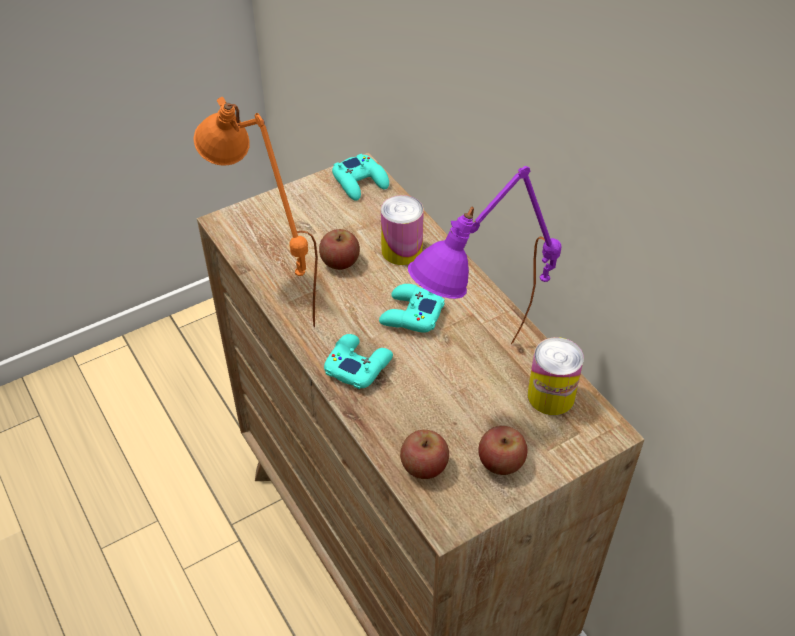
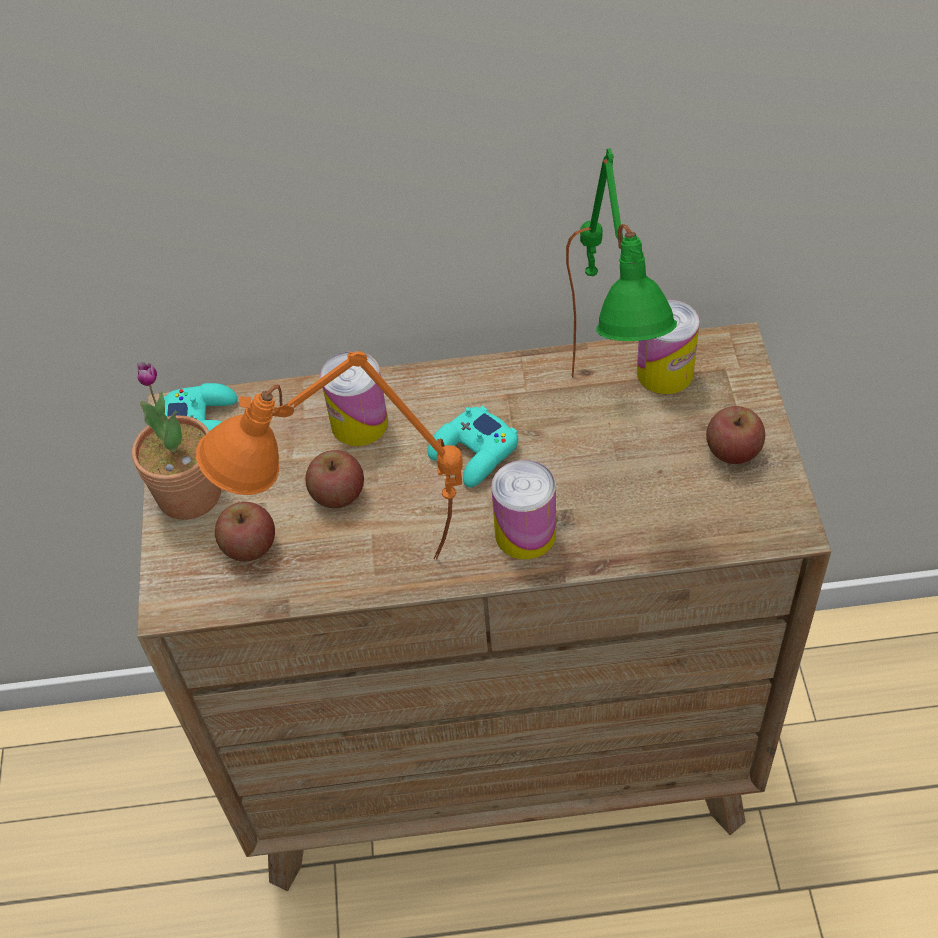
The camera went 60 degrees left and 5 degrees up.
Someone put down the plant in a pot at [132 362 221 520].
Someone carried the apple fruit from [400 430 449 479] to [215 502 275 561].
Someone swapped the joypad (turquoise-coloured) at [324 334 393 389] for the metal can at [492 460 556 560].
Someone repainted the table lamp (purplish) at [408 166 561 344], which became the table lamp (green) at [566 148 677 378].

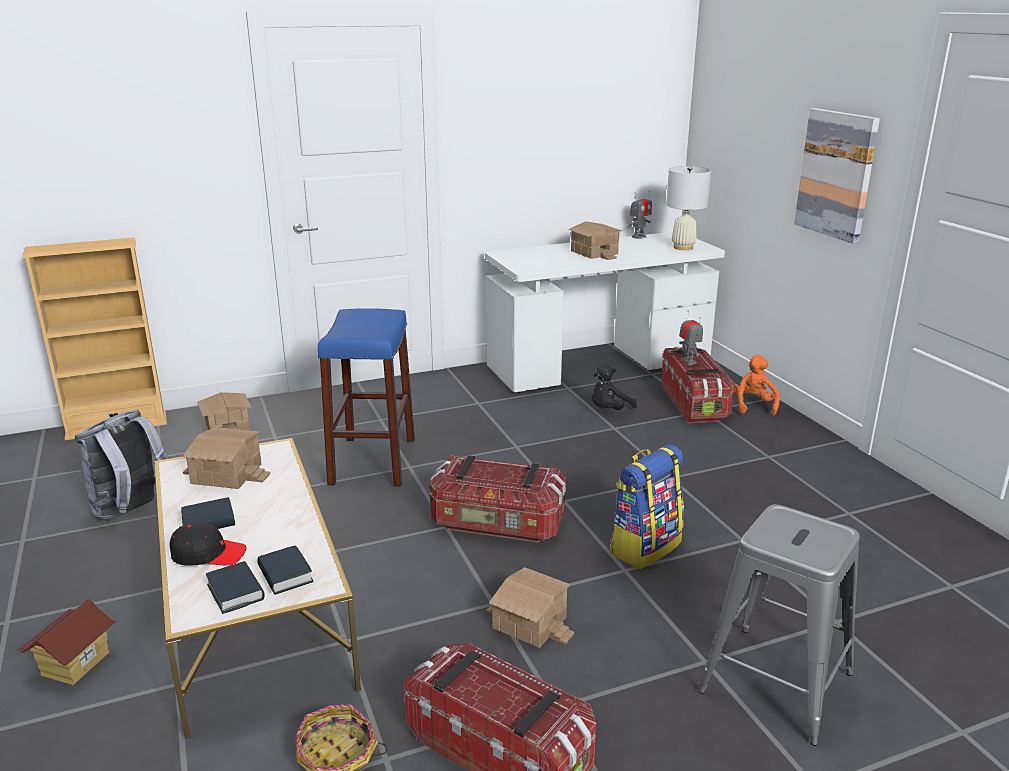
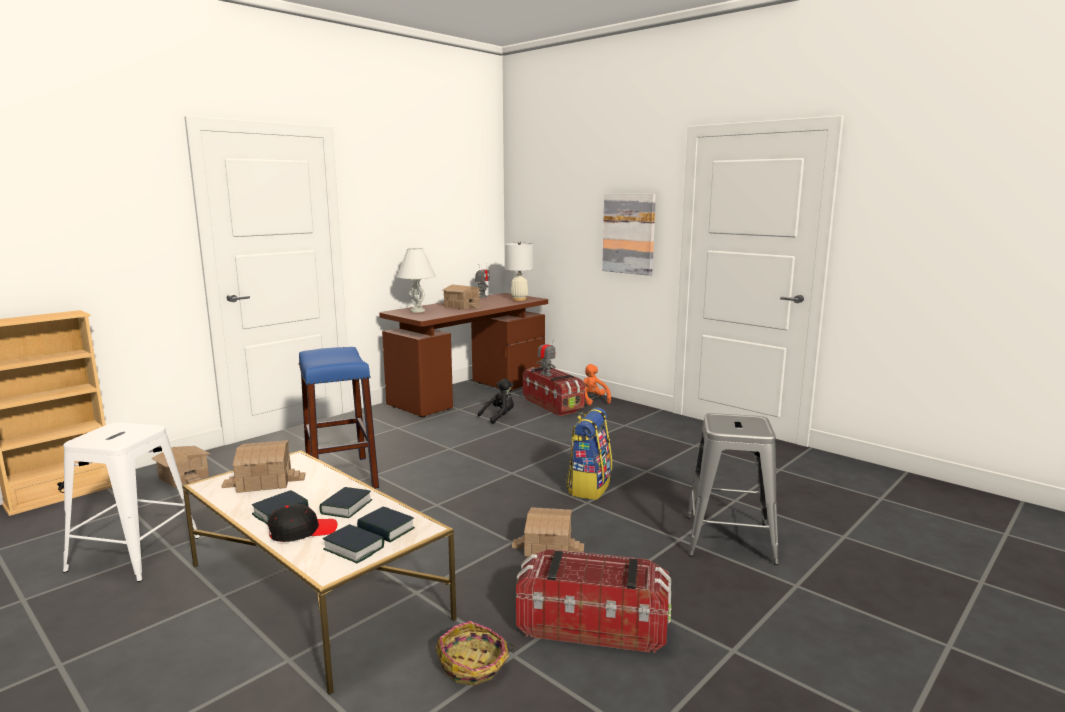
The camera went 25 degrees left and 10 degrees down.
Someone took away the model house at [18 599 117 685].
Someone took away the storage container at [429 455 566 542].
Someone put down the bound book at [319 487 372 518].
Someone put down the table lamp (whitish) at [396 247 436 313].
Someone swapped the knapsack (grey) at [75 409 168 521] for the stool (whitish) at [63 423 200 582].
Someone repainted the desk table (whitish) at [485 232 725 393], which became the desk table (brown-coloured) at [379 293 548 417].
Someone rotated the soft toy (blackish) at [592 364 637 410] by 150 degrees counterclockwise.

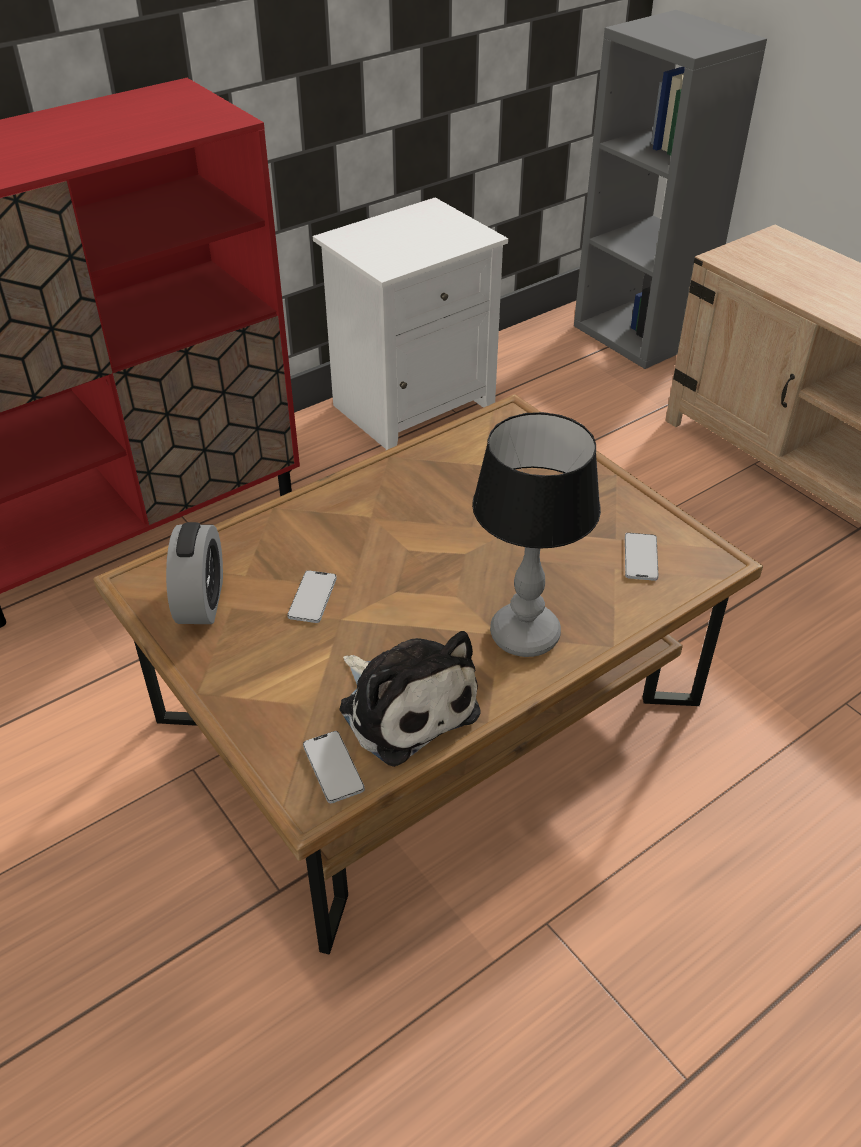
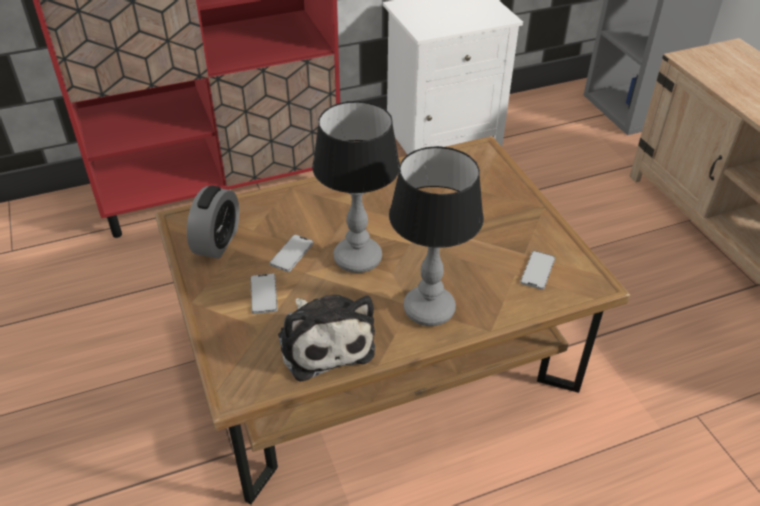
The camera went 15 degrees right and 0 degrees up.
Someone put down the table lamp at [312 101 400 273].
Someone carried the telephone from [303 731 365 803] to [250 274 278 314].

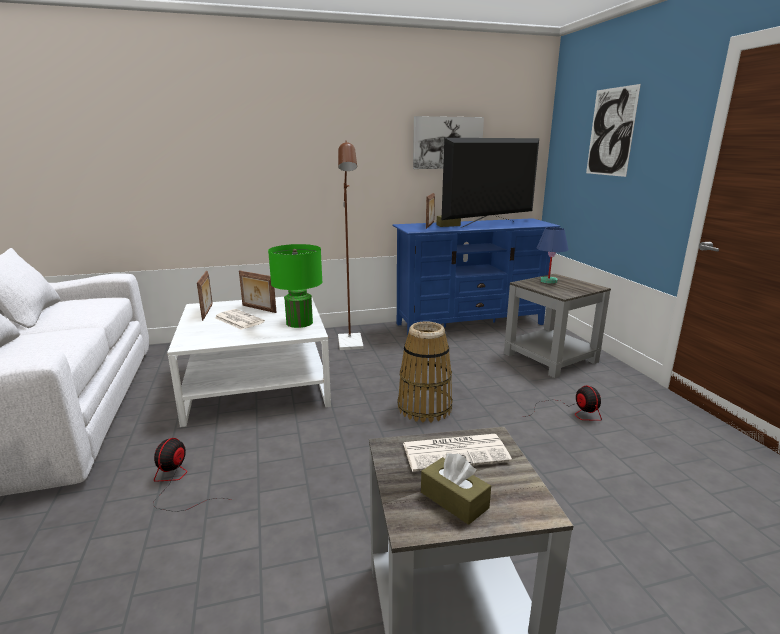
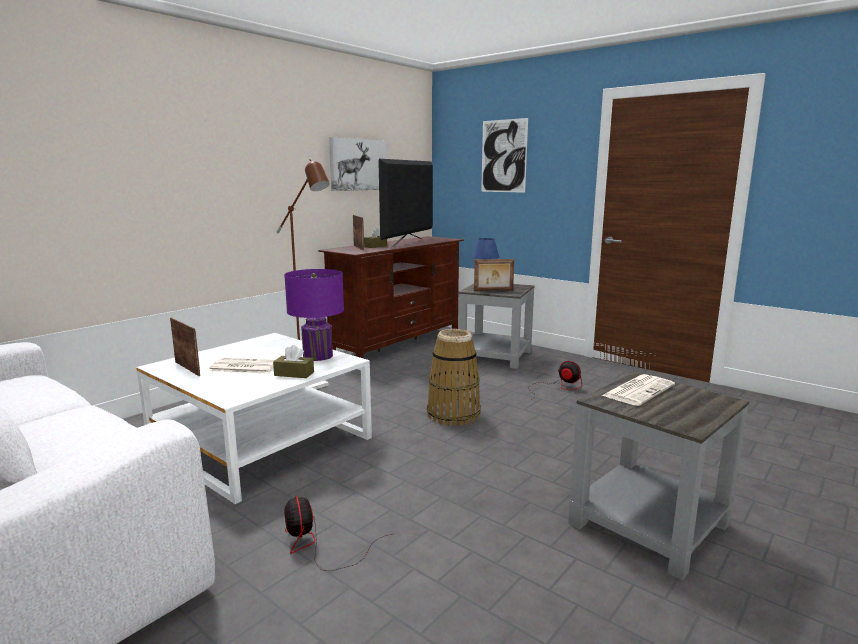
The camera went 35 degrees left and 5 degrees down.
Someone carried the picture frame from [239 270 277 313] to [474 259 514 291].
Someone carried the tissue box (brown-coloured) from [421 453 491 525] to [273 345 314 378].
Someone repainted the table lamp (green) at [268 244 323 328], which became the table lamp (purplish) at [284 269 344 361].
Someone repainted the tv stand (bluish) at [392 218 561 336], which became the tv stand (brown-coloured) at [318 236 464 358].

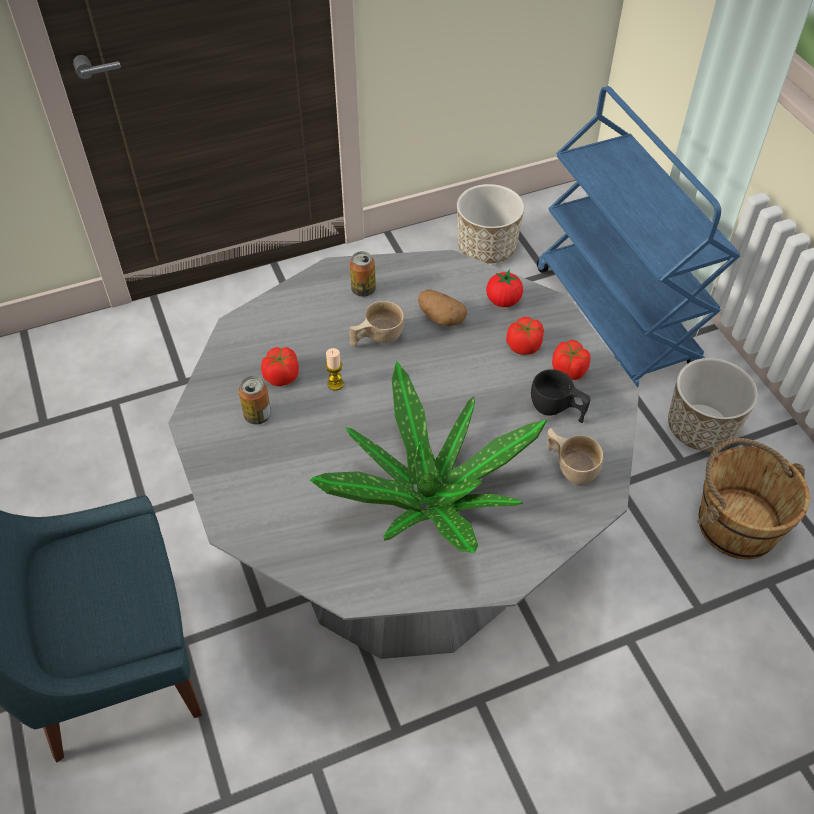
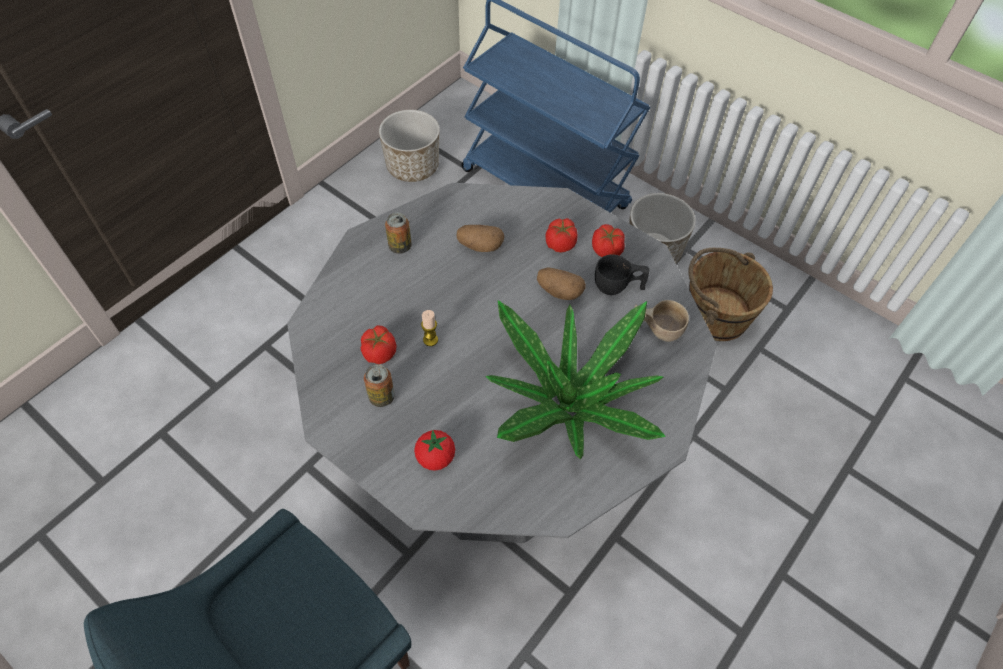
The camera went 30 degrees left and 5 degrees up.
Someone took away the cup (beige) at [349 301 404 347].
Someone put down the whole potato at [537 267 586 300].
Someone carried the tomato from [486 269 523 307] to [414 430 455 471].

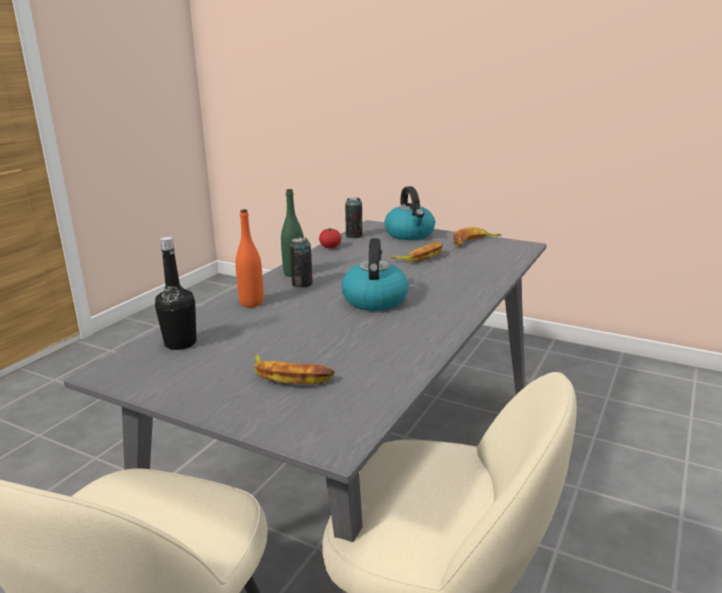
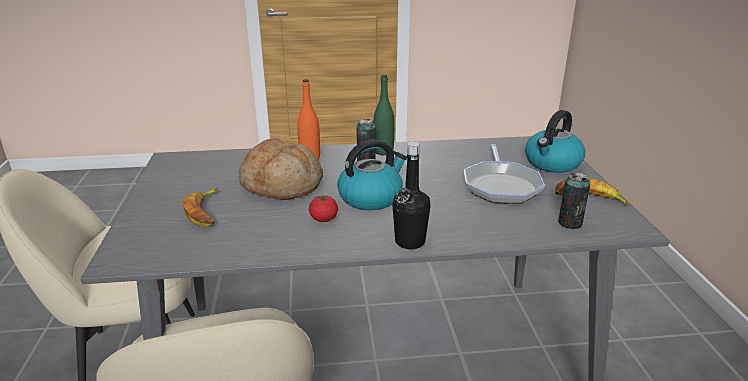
The camera went 55 degrees right and 5 degrees up.
Someone put down the baked bread at [239 138 323 200].
Someone carried the bottle (blackish) from [155 237 196 350] to [392 142 431 249].
Someone carried the tomato from [319 228 341 248] to [309 196 338 222].
Someone carried the metal can from [345 197 363 238] to [558 172 590 229].
Someone swapped the banana fruit at [390 242 443 262] for the pan at [464 144 545 204].

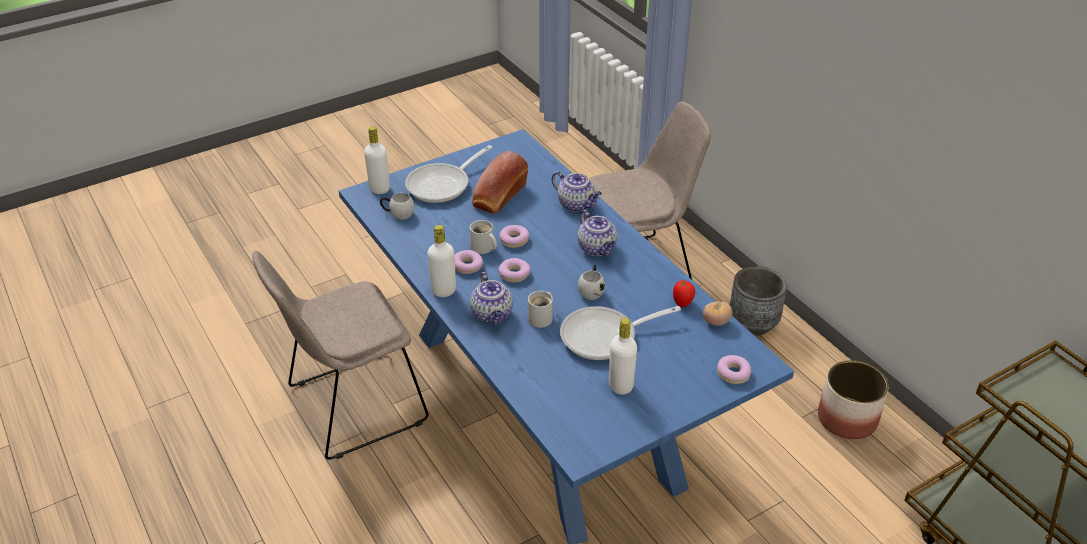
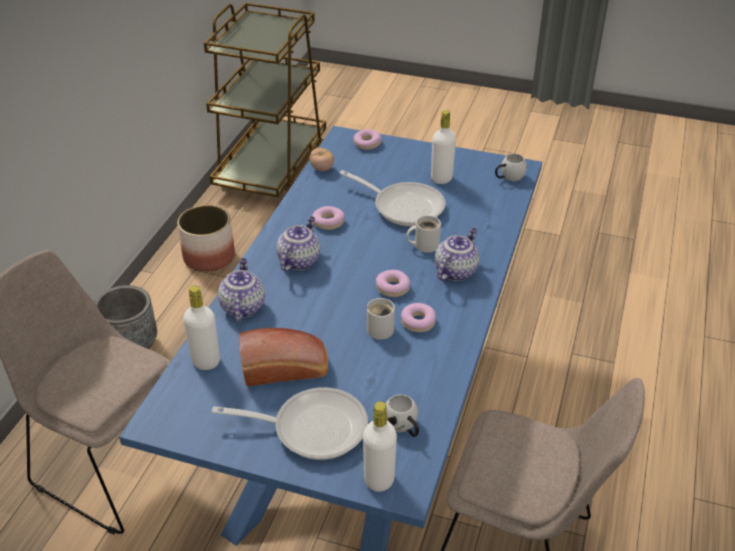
The camera went 130 degrees left and 0 degrees up.
Someone took away the tomato at [673 280 695 307].
Someone carried the bottle (whitish) from [427 225 456 297] to [183 286 220 370].
Someone carried the doughnut from [499 225 529 248] to [312 206 345 230].
Someone carried the coffee mug (whitish) from [578 265 605 300] to [495 154 527 181].

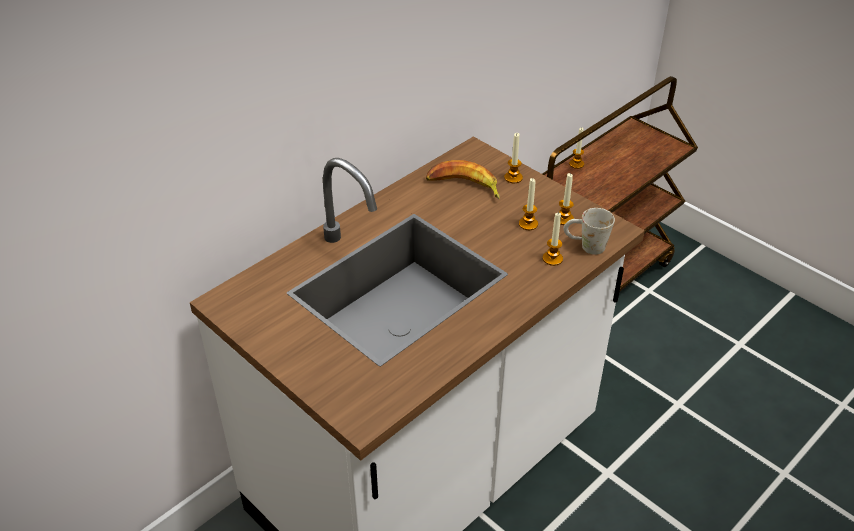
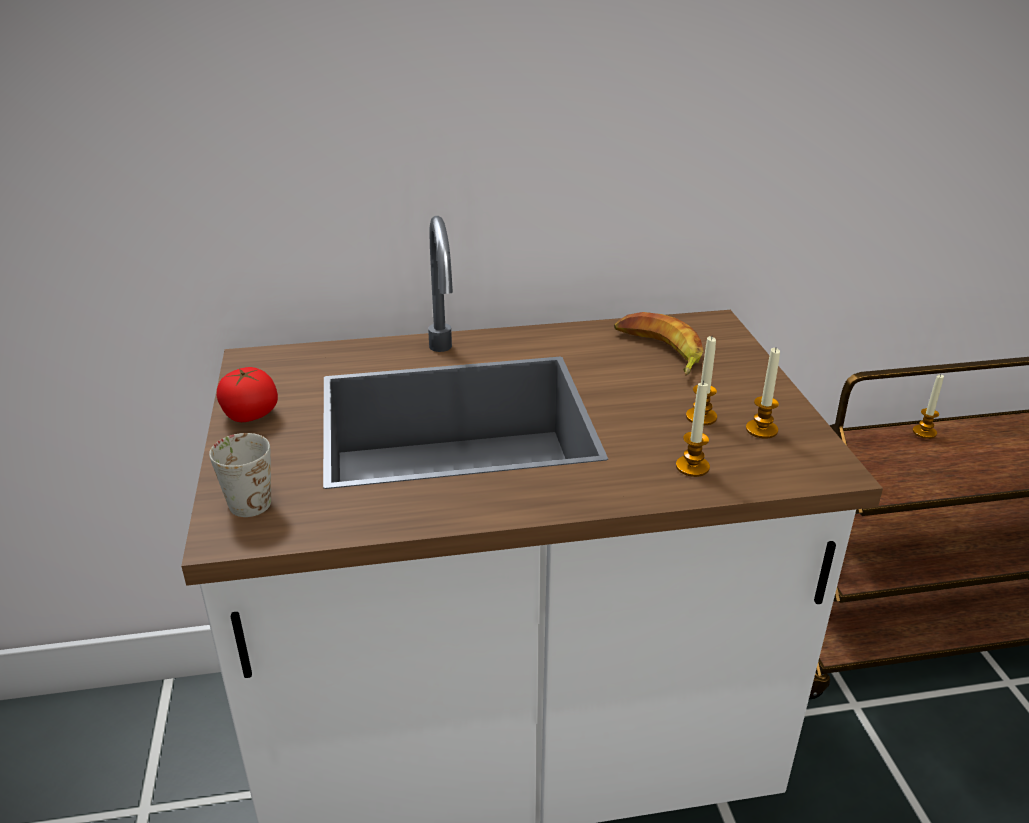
The camera went 35 degrees right and 10 degrees down.
Someone took away the wax light at [504 133 523 183].
Someone put down the tomato at [217 367 278 422].
Someone carried the coffee mug (whitish) from [564 208 615 255] to [209 433 271 517].

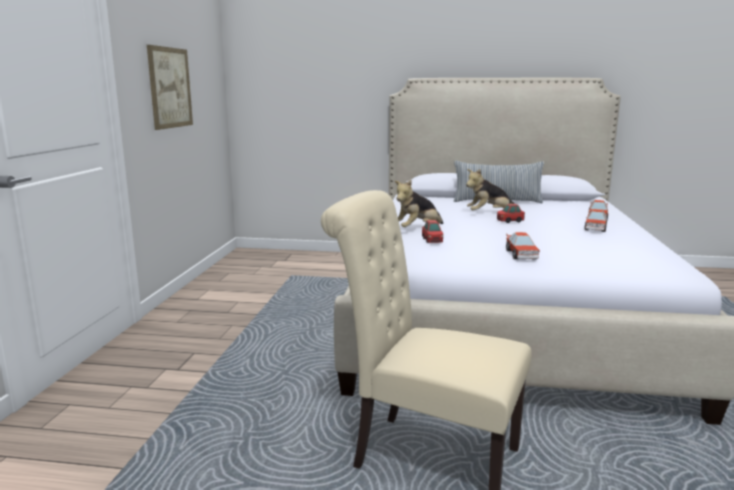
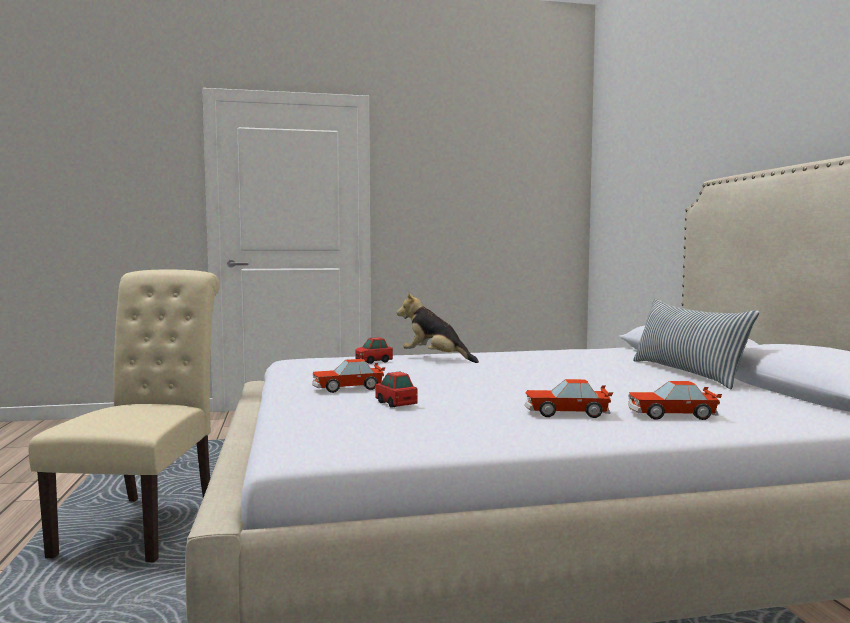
The camera went 70 degrees right and 10 degrees down.
Someone took away the wall picture at [147 45 193 130].
Someone took away the soft toy at [466 169 514 210].
Someone carried the miniature car from [497 204 525 223] to [375 372 418 408].

